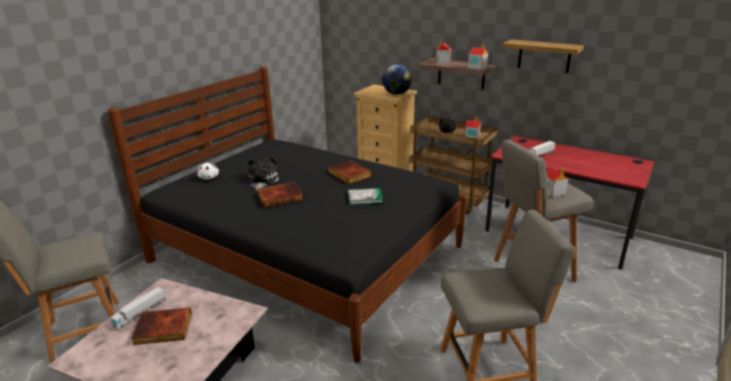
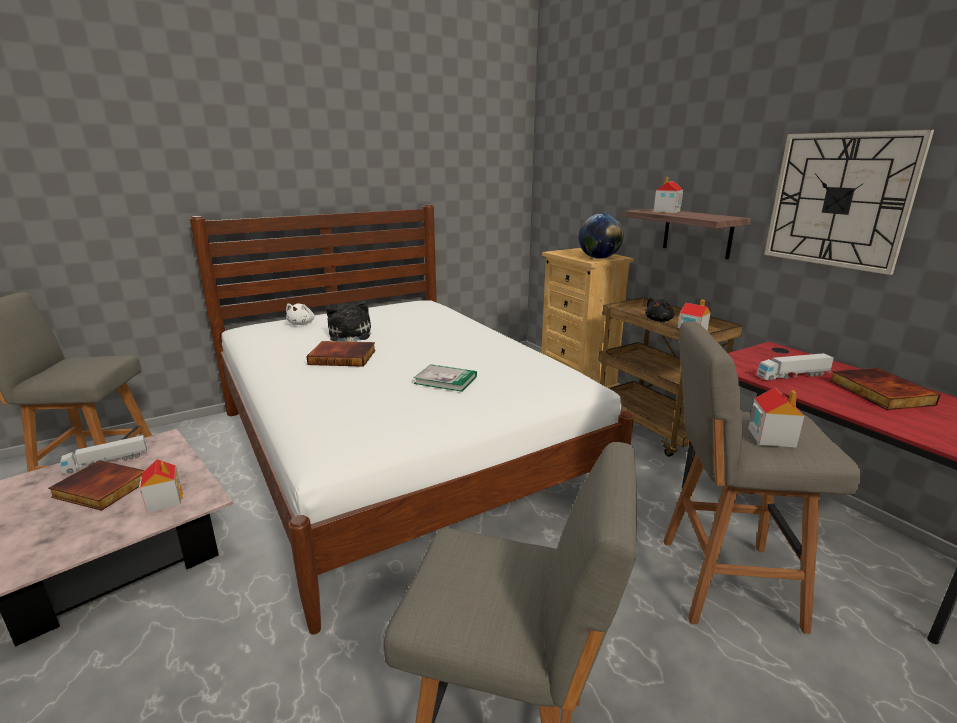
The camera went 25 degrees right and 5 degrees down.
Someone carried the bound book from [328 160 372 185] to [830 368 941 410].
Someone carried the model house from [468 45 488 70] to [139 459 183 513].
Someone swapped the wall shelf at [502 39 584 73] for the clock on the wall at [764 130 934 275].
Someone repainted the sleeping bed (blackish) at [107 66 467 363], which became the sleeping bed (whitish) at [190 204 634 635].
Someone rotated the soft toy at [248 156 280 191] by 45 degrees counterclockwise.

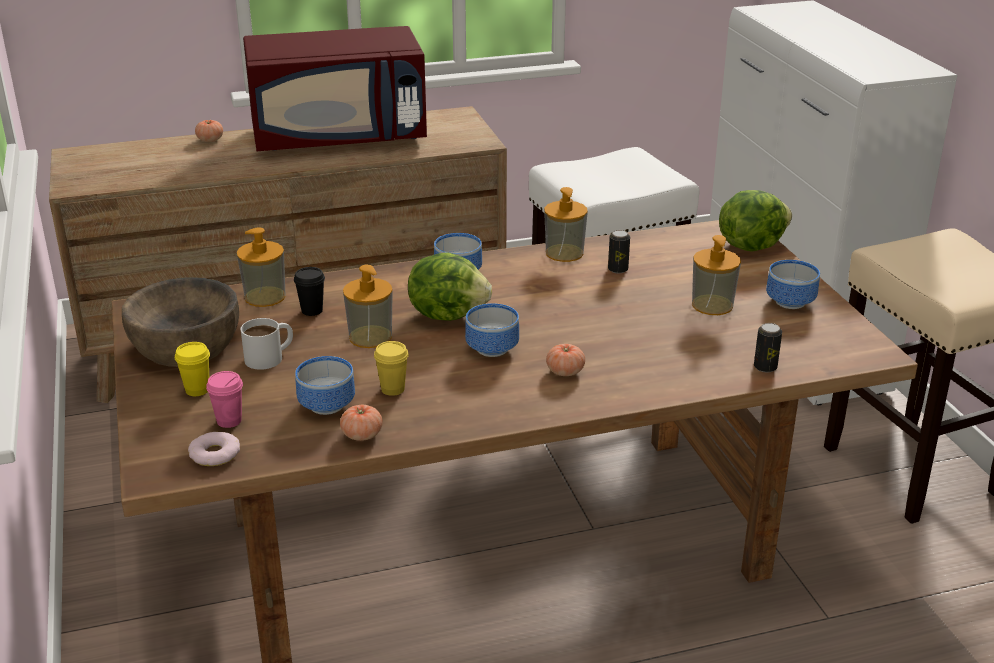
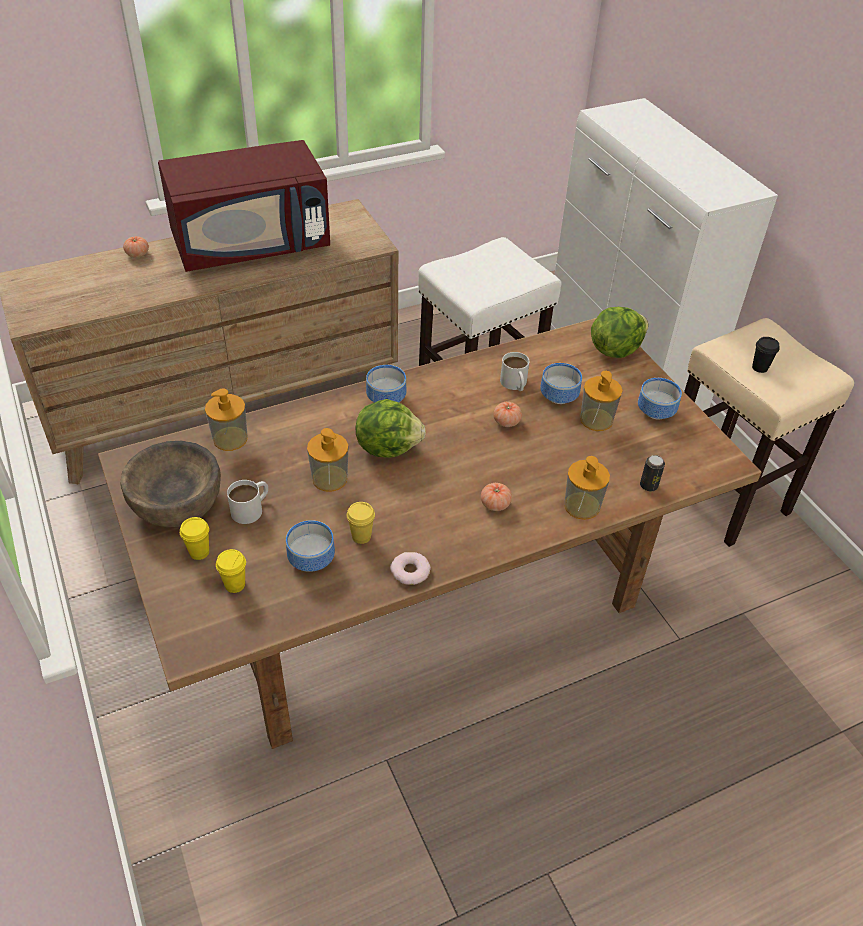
The camera went 10 degrees left and 15 degrees up.
Someone carried the doughnut from [188 432 240 466] to [390 552 431 585].
Someone carried the cup (blackish) from [294 267 325 316] to [752 337 780 373].
Someone carried the tomato from [340 404 383 441] to [493 402 522 427].
Someone carried the serving bowl from [465 303 519 357] to [540 363 582 404].
Someone carried the soap bottle from [544 187 588 262] to [564 456 610 520].
Someone swapped the metal can at [608 230 630 273] for the coffee mug (whitish) at [500 352 529 391].
Someone repainted the cup (pink-coloured) at [206 371 243 428], which became the cup (yellow) at [216 549 246 593].

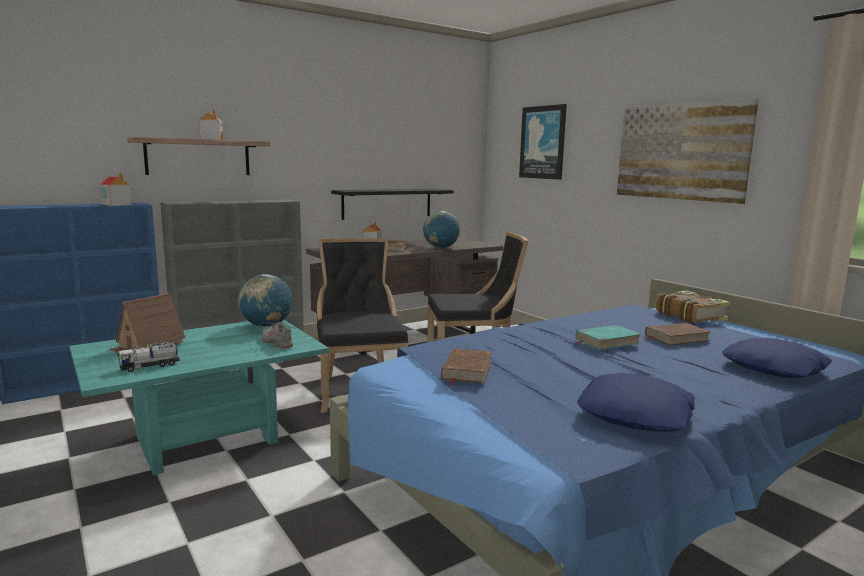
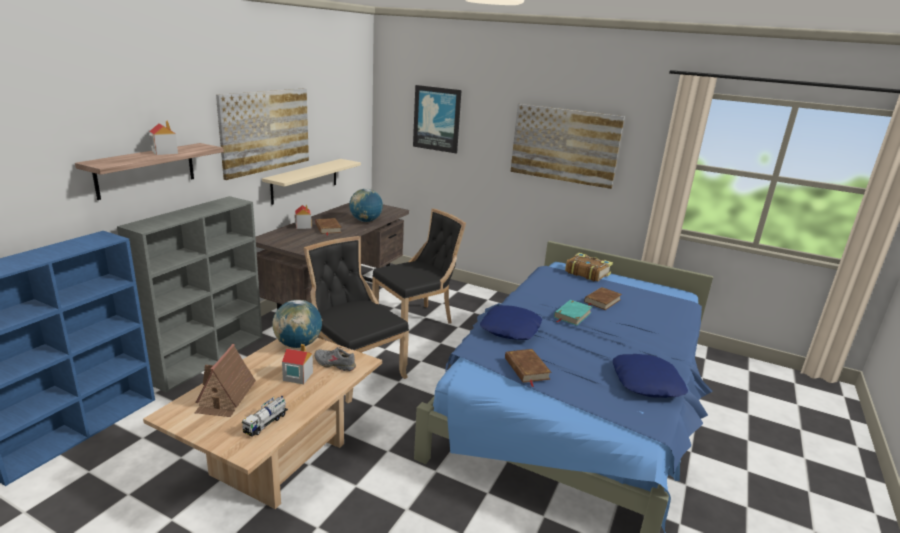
The camera went 30 degrees left and 10 degrees up.
Someone put up the wall picture at [216 88 309 180].
Someone carried the model house from [100 172 131 206] to [282 344 313 384].
Someone carried the cushion (bluish) from [722 338 832 378] to [480 305 542 340].
Someone repainted the coffee table (turquoise-coloured) at [70 320 329 475], which became the coffee table (beige) at [143 338 382 509].
Someone repainted the wall shelf (blackish) at [331 189 453 220], which became the wall shelf (beige) at [262 159 361 205].

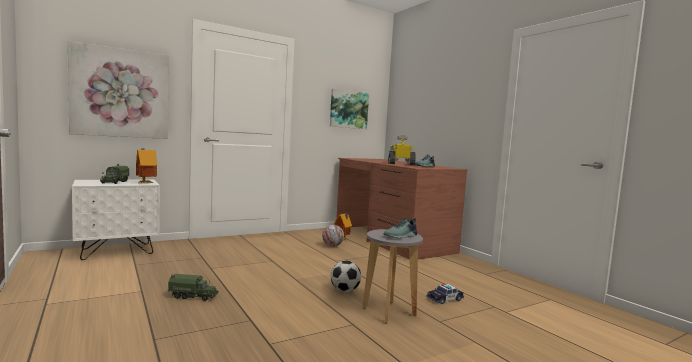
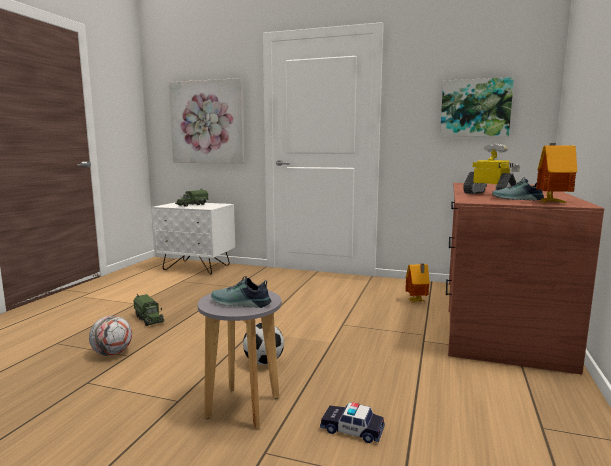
The camera went 50 degrees right and 5 degrees up.
Someone carried the model house from [136 148 157 184] to [536 143 577 203].
Someone carried the football from [322 225 344 247] to [89 315 132 356].

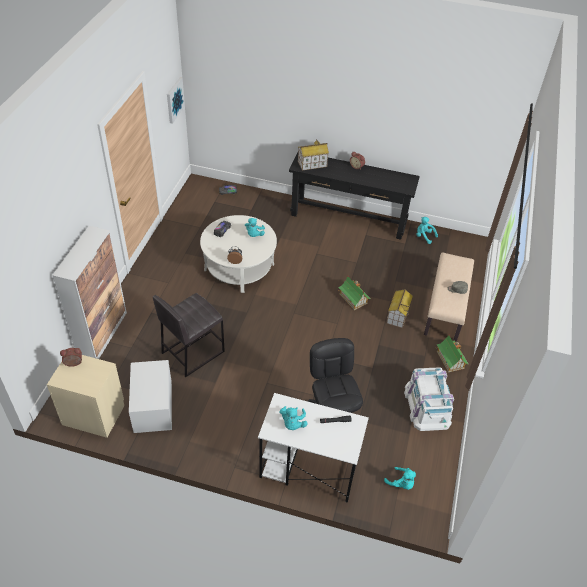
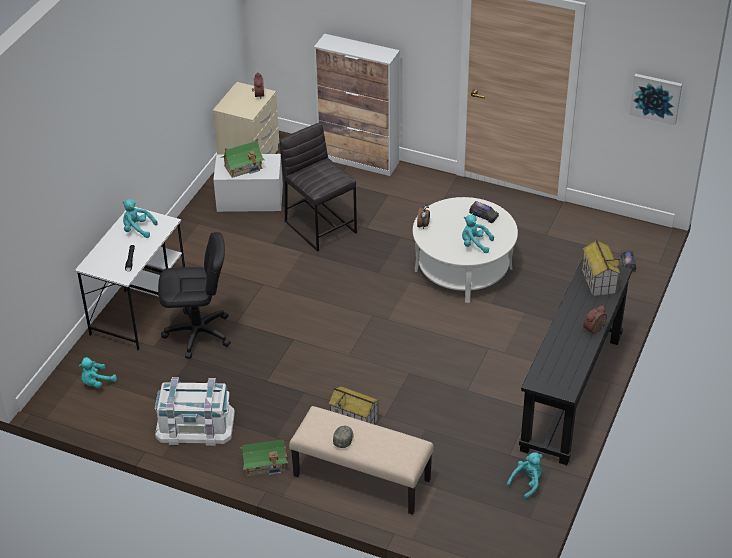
The camera went 100 degrees right and 5 degrees down.
Someone carried the model house from [338 275 370 310] to [222 139 265 178].

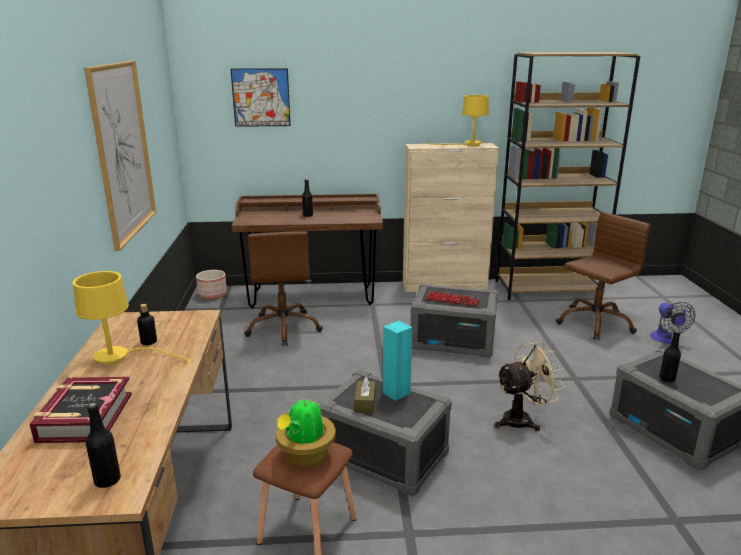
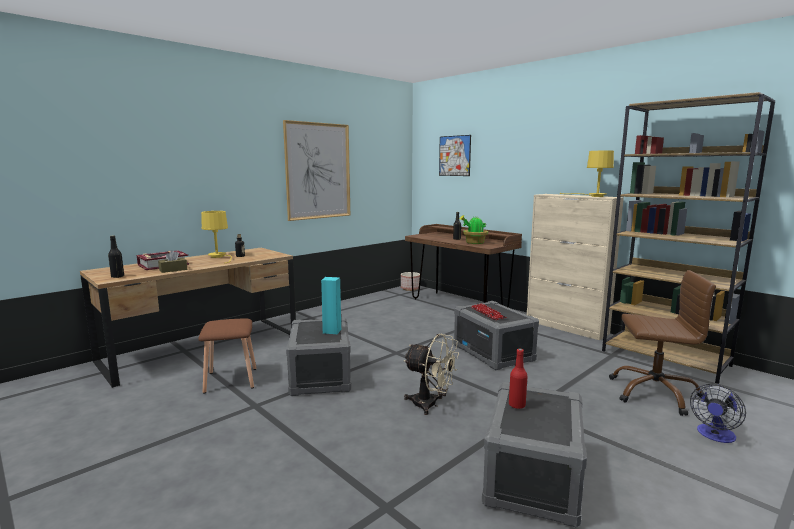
The camera went 50 degrees right and 10 degrees down.
Someone took away the desk chair (brown-coloured) at [244 231 323 346].
Someone carried the plant in a pot from [275 395 336 467] to [459 215 488 244].
Someone carried the tissue box (brown-coloured) from [354 376 375 414] to [158 250 187 273].
Someone repainted the bottle (blackish) at [659 330 681 383], which became the bottle (red-coloured) at [509 349 527 409].

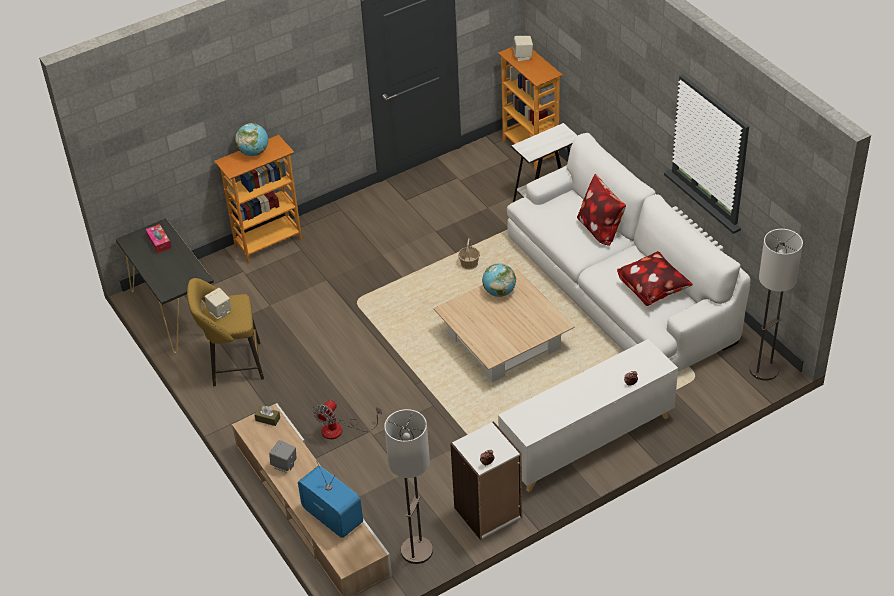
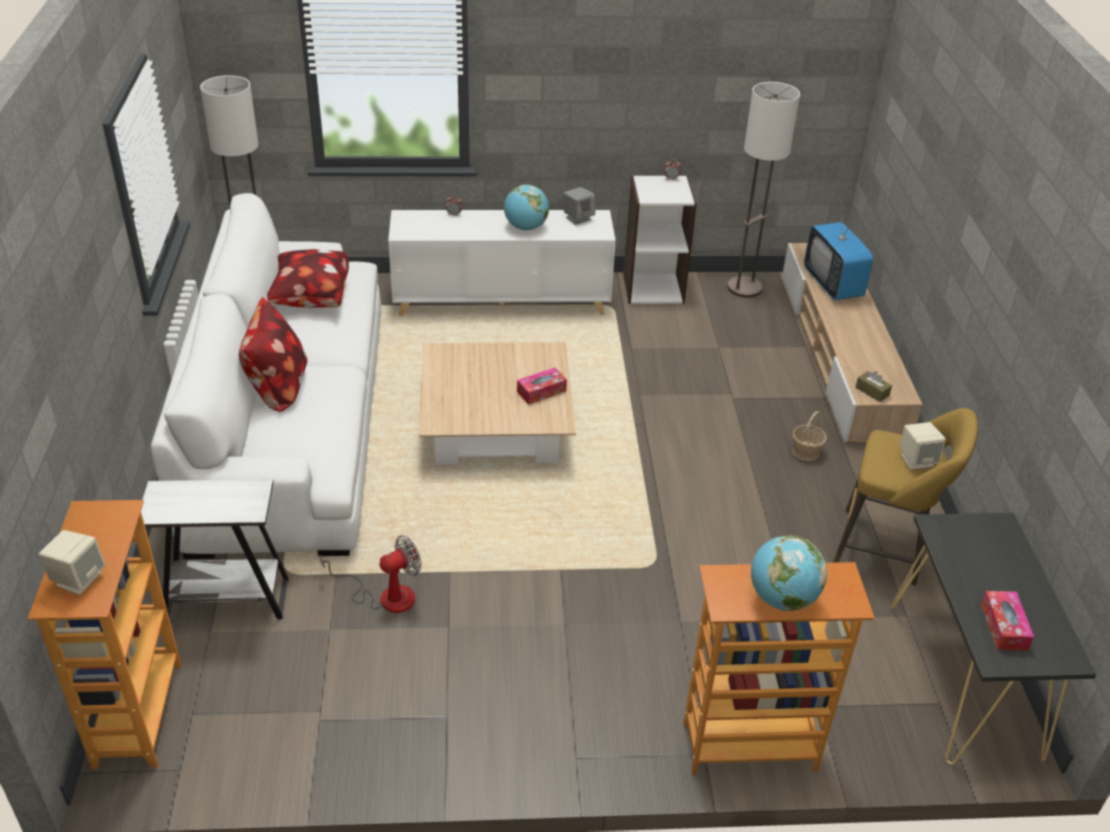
The camera went 155 degrees left and 5 degrees down.
Someone put down the tissue box at [517 368 567 405].
Someone carried the audio speaker (grey) from [269 440 296 473] to [563 187 595 225].
Someone carried the cooling fan from [312 400 382 439] to [320 535 421 613].
Someone carried the storage basket from [458 238 480 270] to [792 411 827 461].
Someone carried the world globe from [482 263 516 297] to [504 184 549 230].

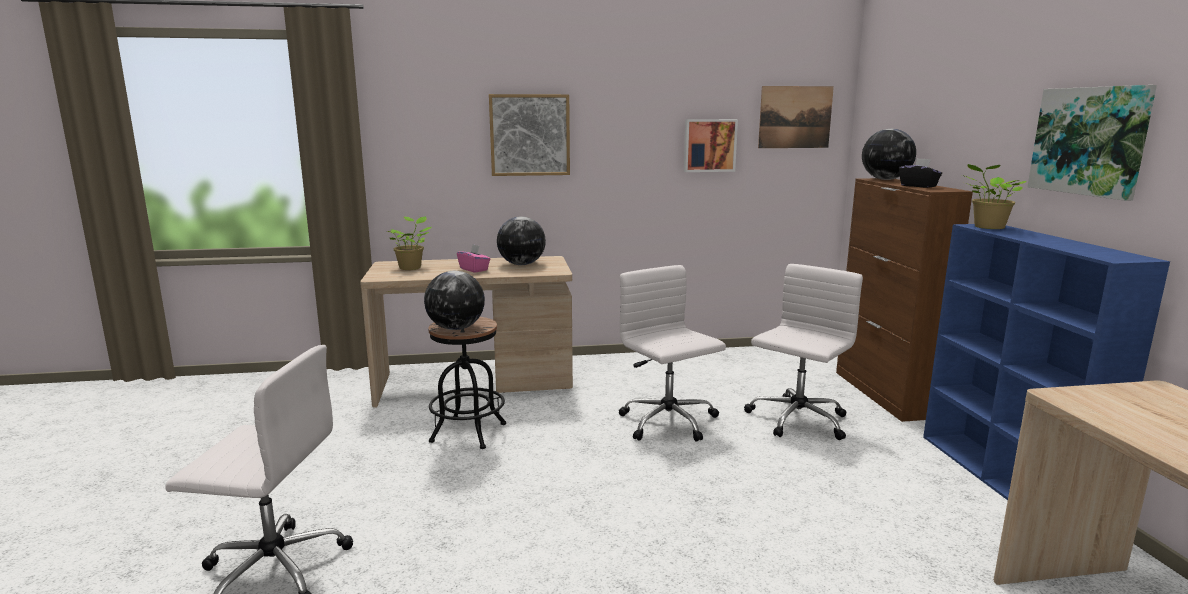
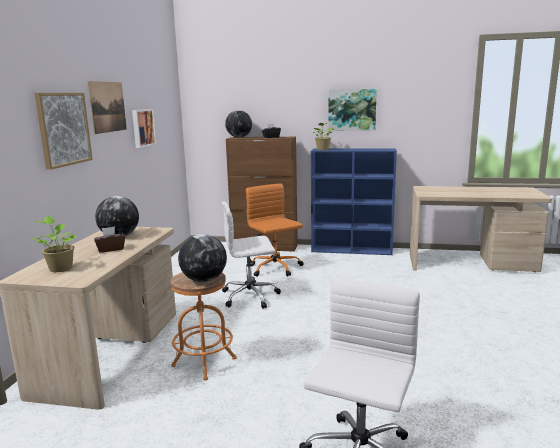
The camera went 70 degrees left and 0 degrees up.
Someone carried the wall picture from [758 86 834 148] to [88 81 127 134].
Someone repainted the stool (blackish) at [428 317 506 449], which became the stool (orangey) at [170 272 237 380].
Someone repainted the tissue box (pink-coloured) at [457 245 490 273], which became the tissue box (brown-coloured) at [94 227 125 253].
Someone repainted the desk chair (whitish) at [744 264 863 440], which became the desk chair (orangey) at [246 183 304 277].

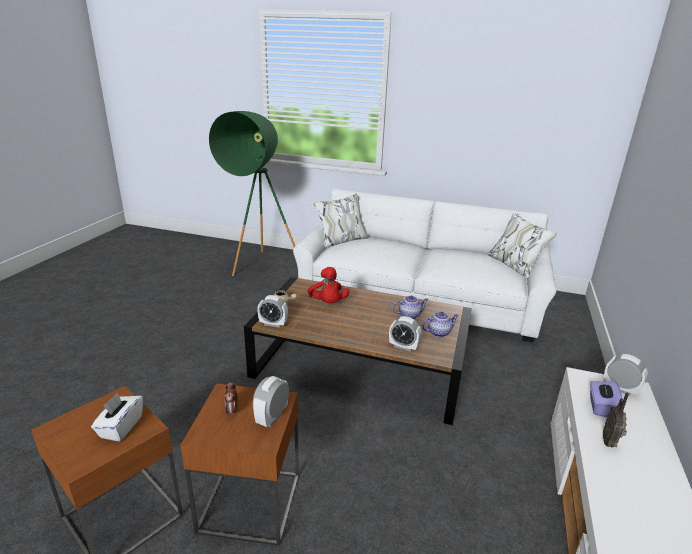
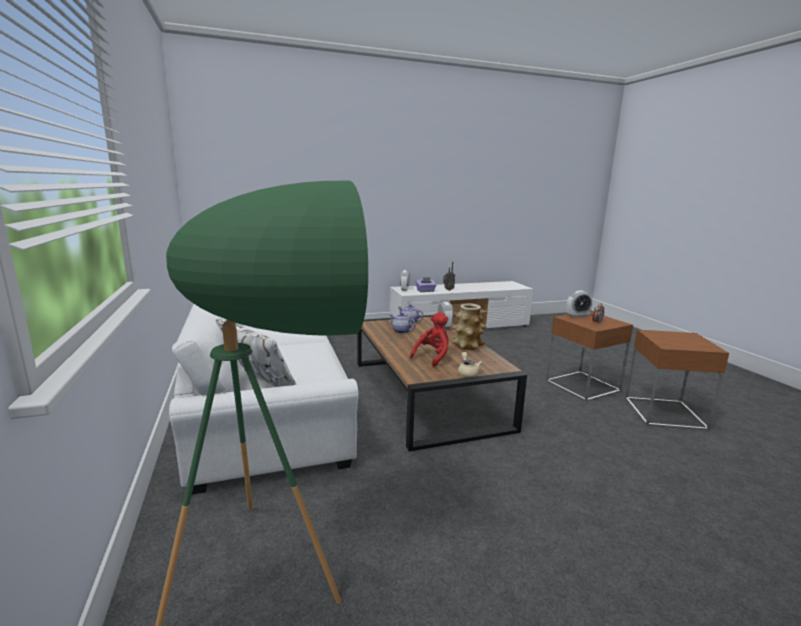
The camera went 125 degrees left and 10 degrees down.
Someone took away the tissue box (whitish) at [91 393 143 442].
Someone took away the alarm clock at [257 295 288 328].
Someone put down the decorative vase at [452 304 485 350].

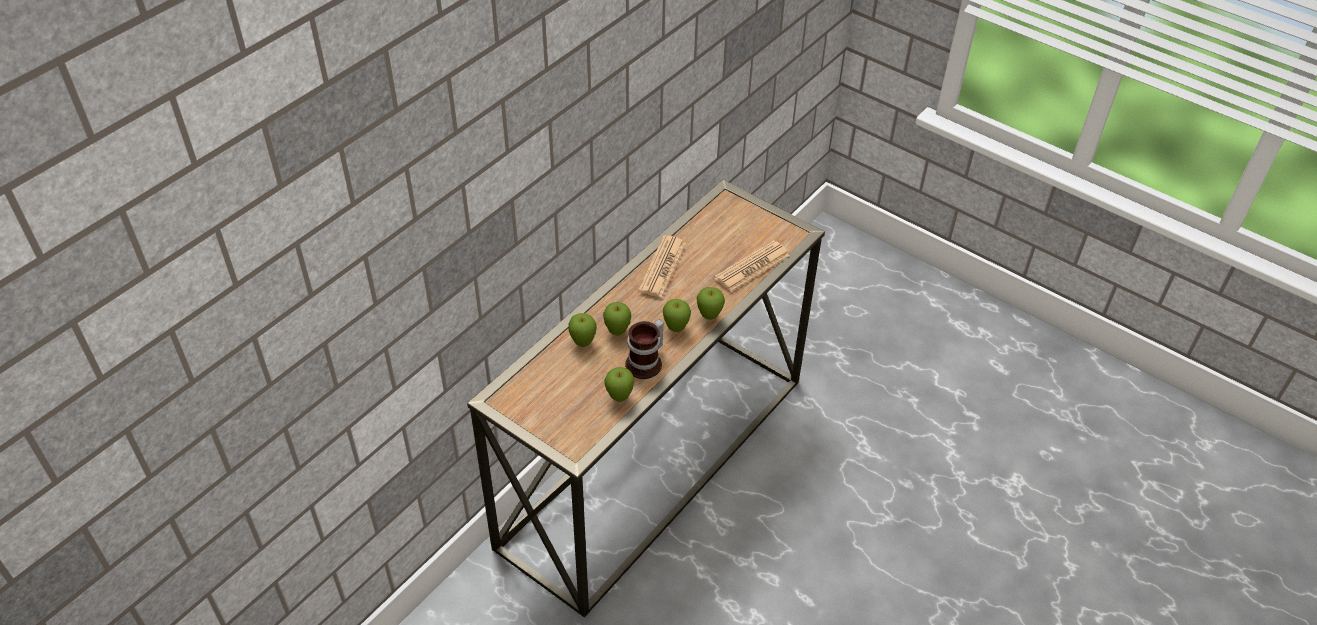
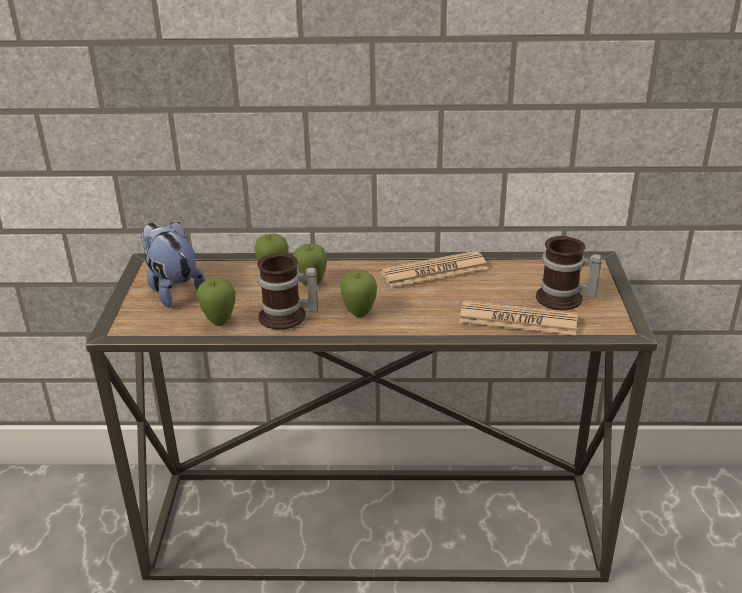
The camera went 55 degrees right and 15 degrees down.
Someone took away the apple fruit at [696 287 725 320].
Someone put down the soft toy at [141 222 206 307].
Someone put down the coffee mug at [536 236 602 310].

